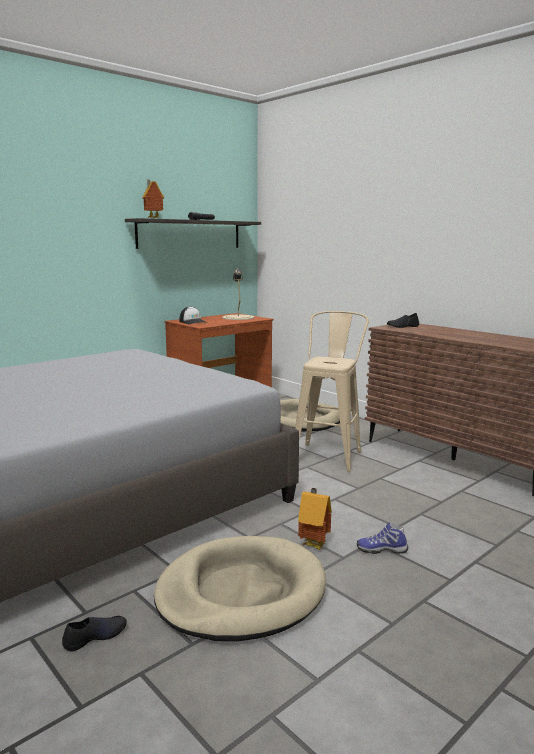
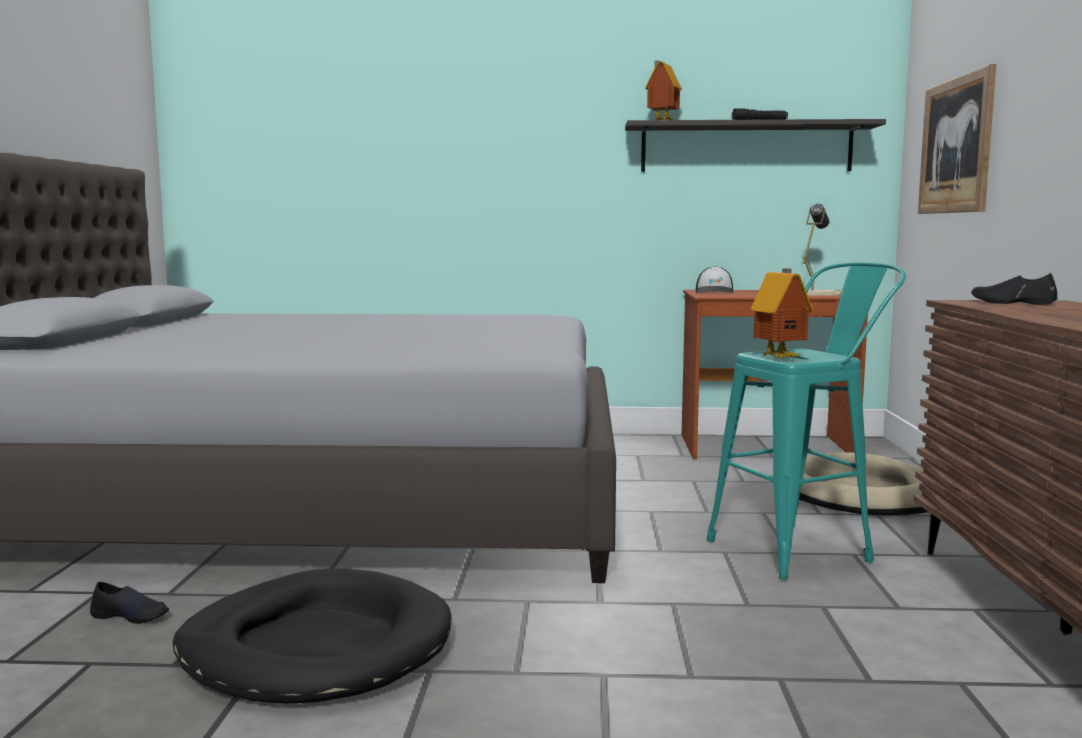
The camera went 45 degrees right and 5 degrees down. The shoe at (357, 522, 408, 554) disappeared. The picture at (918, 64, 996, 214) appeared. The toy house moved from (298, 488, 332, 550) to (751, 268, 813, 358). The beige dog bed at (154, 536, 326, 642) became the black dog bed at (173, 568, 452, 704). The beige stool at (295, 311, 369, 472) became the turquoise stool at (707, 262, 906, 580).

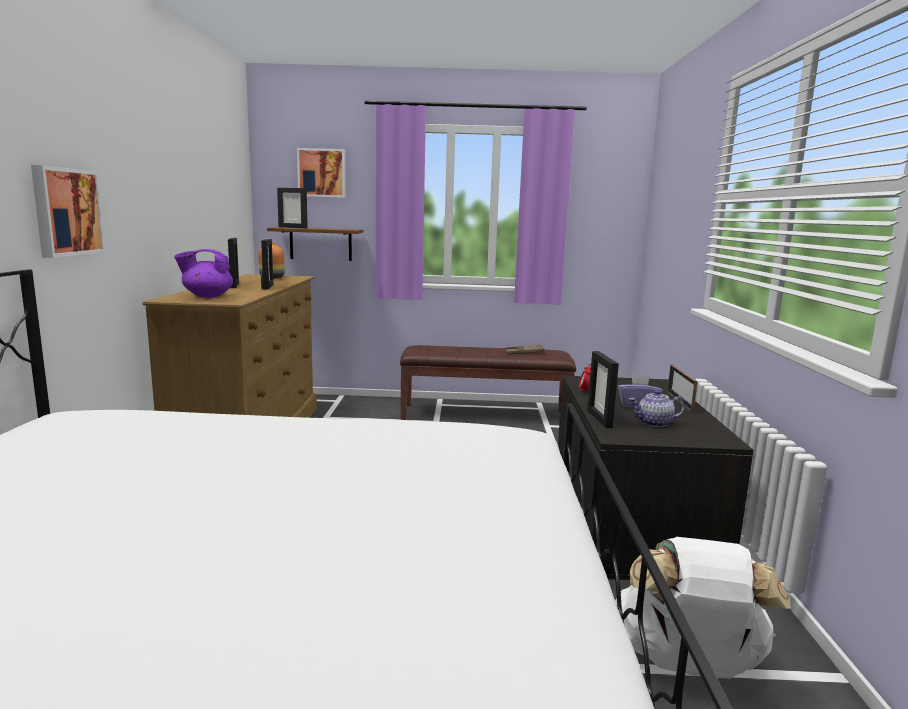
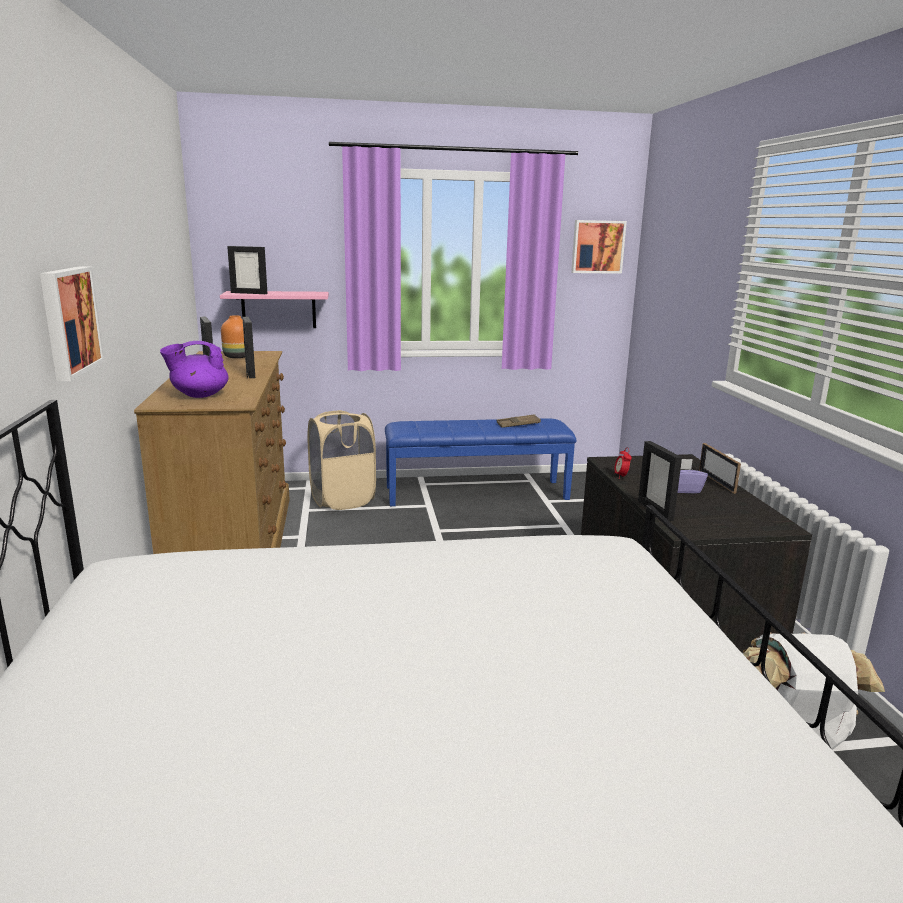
The camera went 10 degrees left and 5 degrees up. The teapot at (629, 390, 685, 427) disappeared. The beige laundry basket at (308, 410, 376, 510) appeared. The picture moved from (297, 148, 346, 198) to (571, 220, 627, 274). The brown shelf at (267, 227, 363, 261) became the pink shelf at (220, 291, 329, 328). The brown bench at (400, 345, 576, 420) became the blue bench at (385, 418, 576, 506).

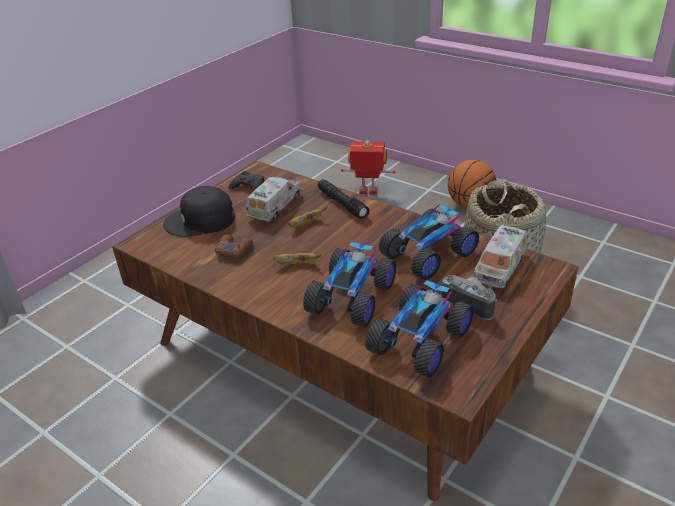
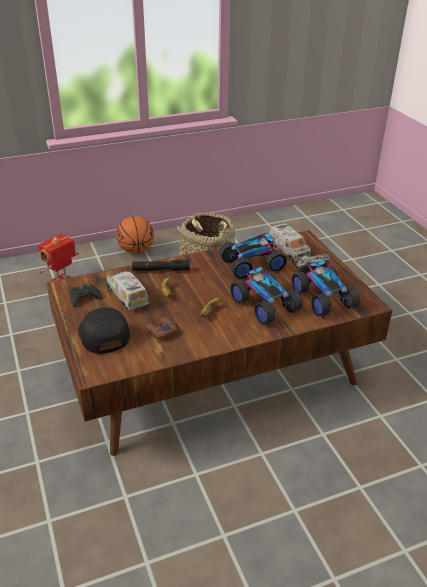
The camera went 60 degrees left and 0 degrees up. The black cap at (163, 186, 235, 237) turned 135 degrees clockwise. The toy car at (379, 204, 479, 280) turned 75 degrees clockwise.

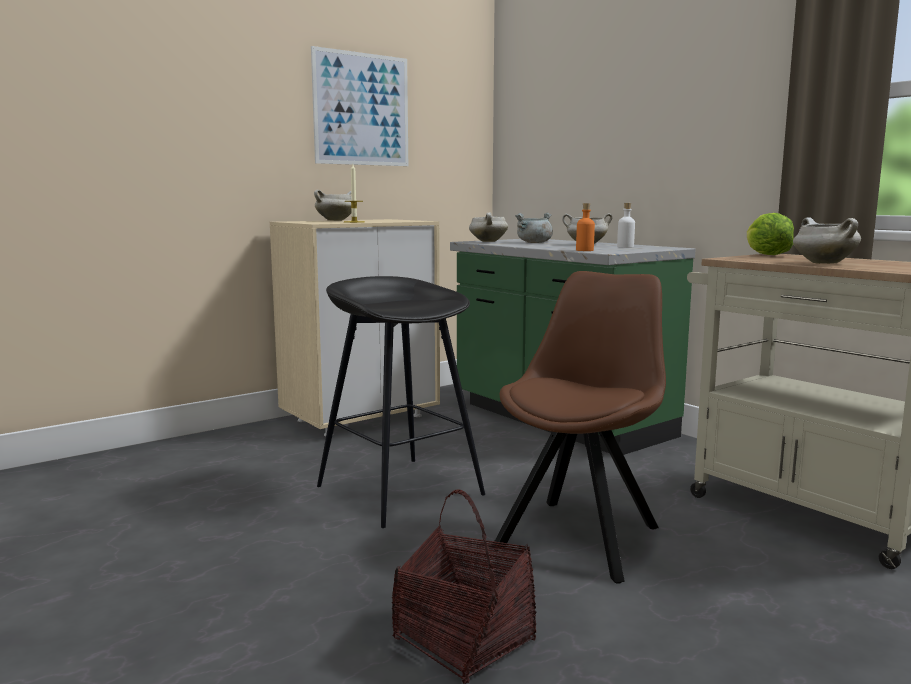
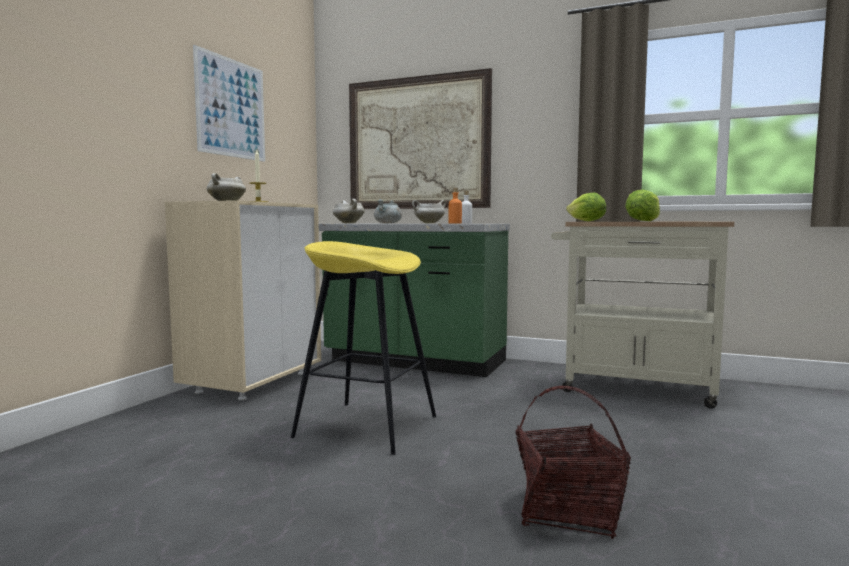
The camera went 30 degrees left and 5 degrees down. The brown chair at (493, 271, 666, 584) disappeared. The picture at (349, 68, 492, 209) appeared. The white cooking pot at (793, 217, 861, 264) was replaced by the lettuce at (625, 189, 660, 221). The black stool at (317, 276, 485, 528) became the yellow stool at (291, 241, 436, 455).

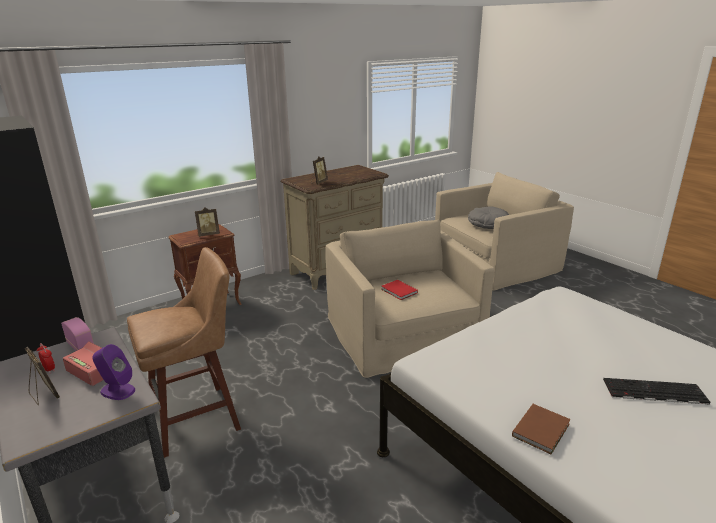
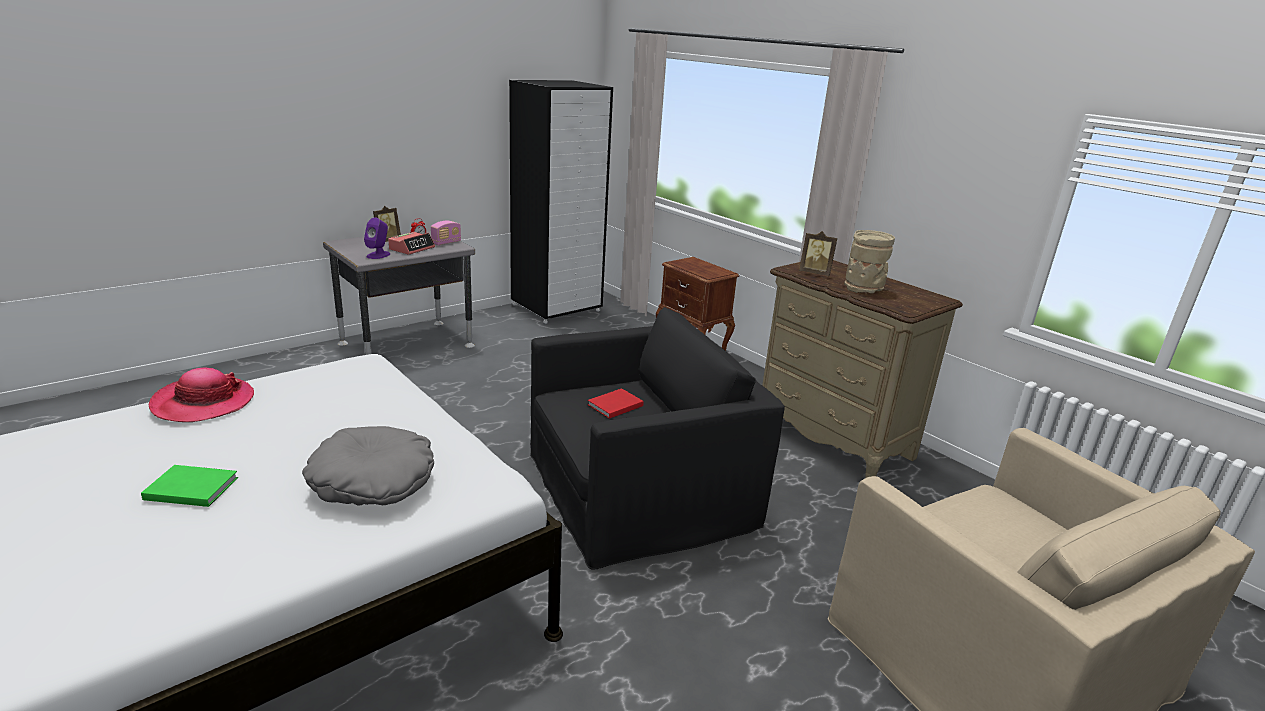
The camera went 85 degrees right and 0 degrees up. The brown stool at (127, 247, 241, 458) disappeared. The picture frame at (195, 207, 220, 237) disappeared. The beige vase at (844, 230, 895, 294) appeared. The grey pillow moved from (468, 206, 509, 229) to (302, 426, 434, 505). The brown book at (512, 404, 571, 454) was replaced by the hat at (148, 367, 254, 422). The keyboard at (603, 378, 710, 404) was replaced by the green book at (141, 465, 238, 507). The beige armchair at (325, 220, 495, 378) became the black armchair at (530, 307, 785, 569).

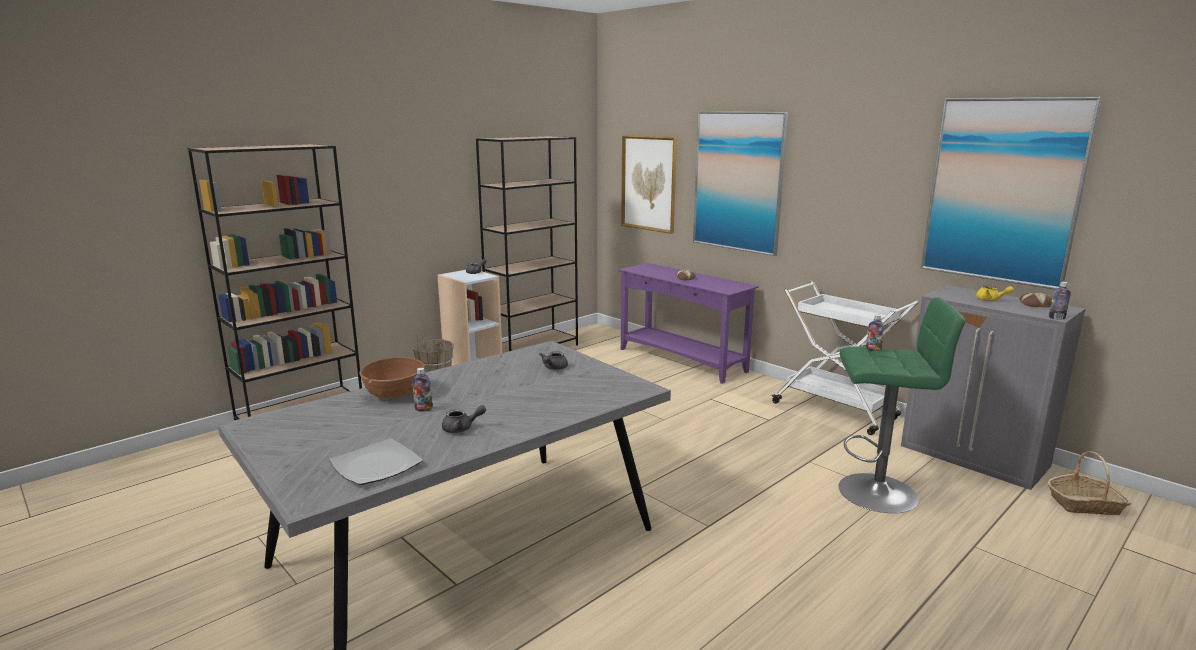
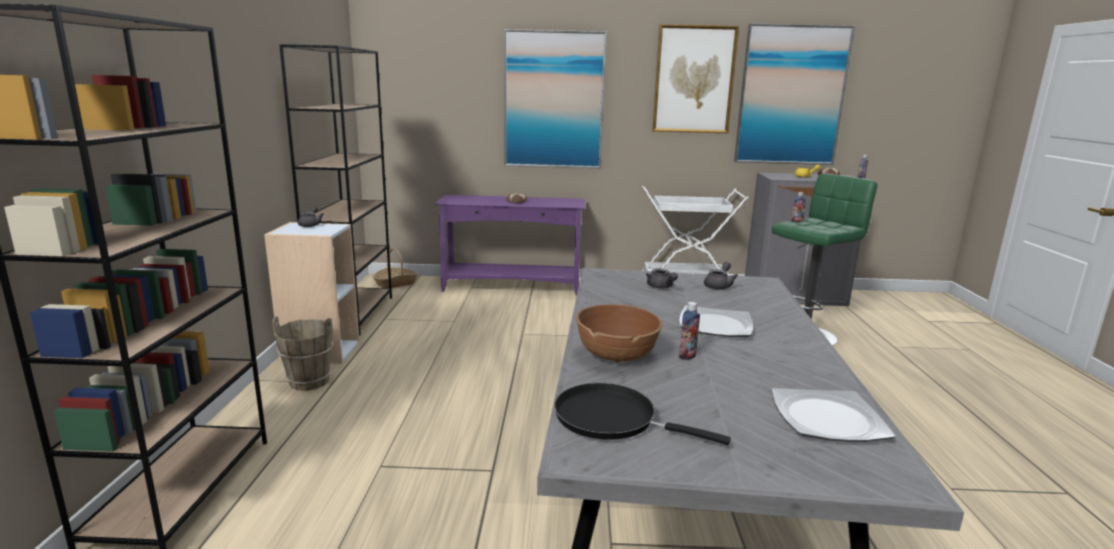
The camera went 45 degrees left and 0 degrees up. The black frying pan at (554, 383, 731, 445) appeared. The plate at (679, 305, 753, 337) appeared. The grey teapot moved from (442, 405, 486, 433) to (704, 262, 738, 289). The picture moved from (621, 135, 677, 234) to (652, 24, 739, 133). The basket moved from (1048, 451, 1131, 515) to (372, 249, 418, 288).

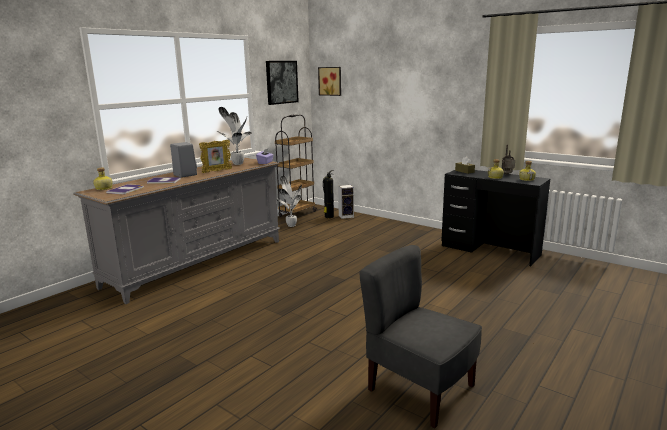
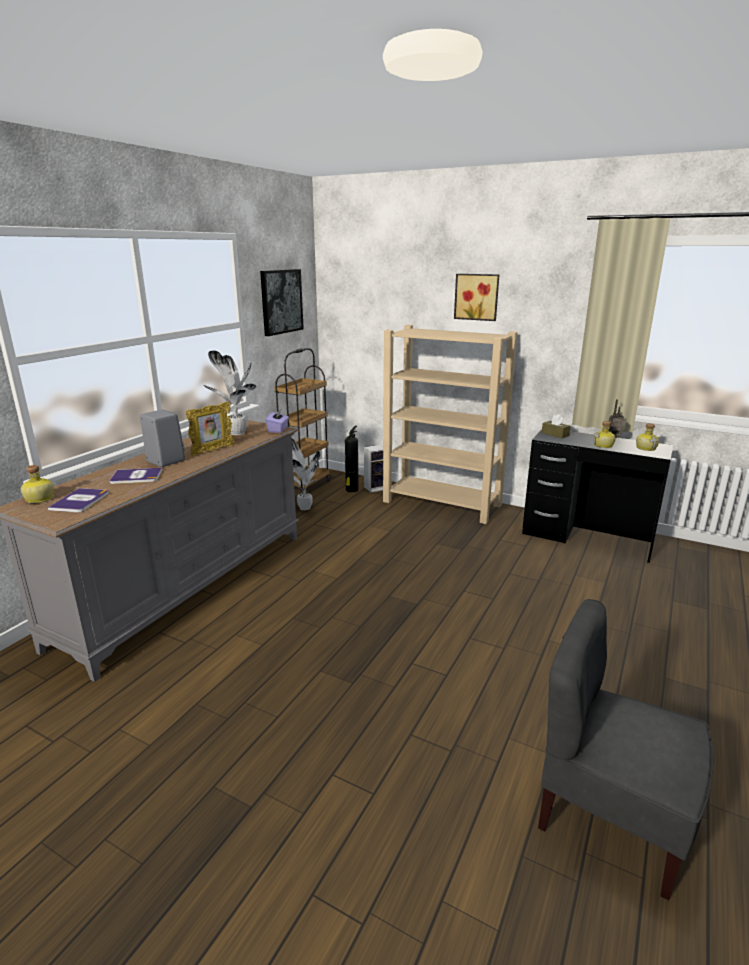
The camera went 10 degrees left and 5 degrees up. The beige bookcase at (383, 325, 517, 524) appeared. The picture moved from (318, 67, 341, 96) to (454, 274, 499, 321).

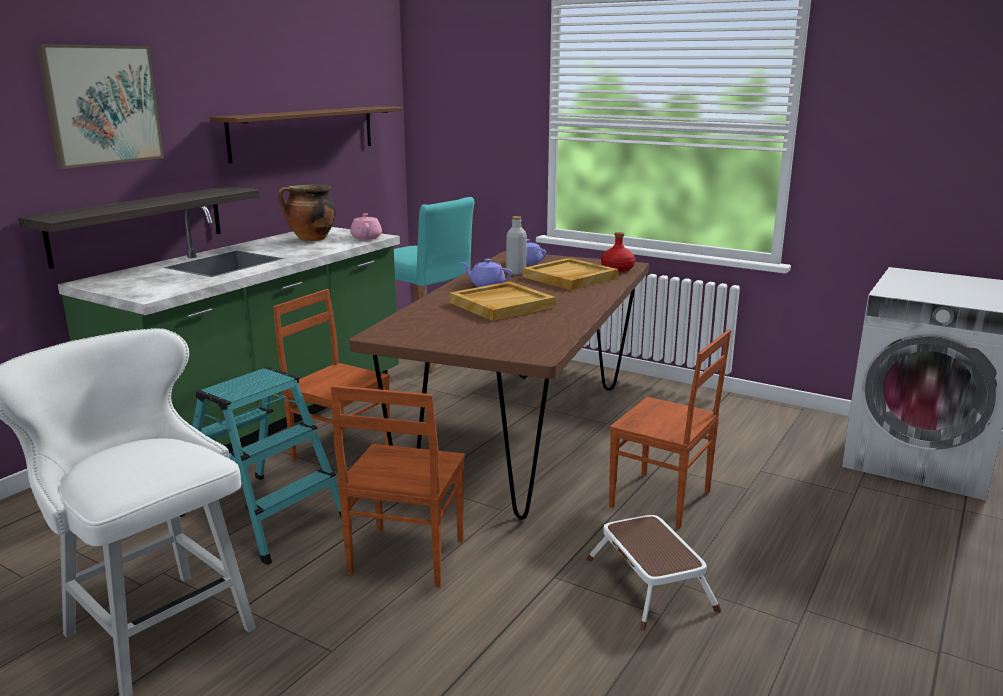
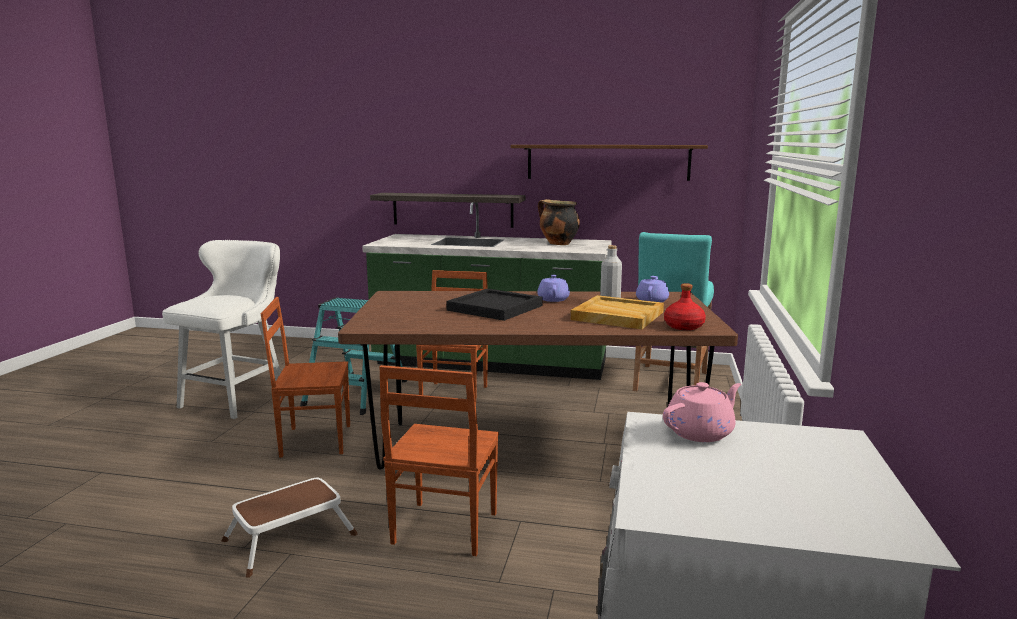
The camera went 70 degrees right and 5 degrees down. The picture at (36, 44, 164, 169) disappeared. The pink teapot moved from (350, 213, 382, 240) to (663, 382, 741, 442). The beige tray at (449, 281, 556, 321) became the black tray at (446, 288, 543, 321).

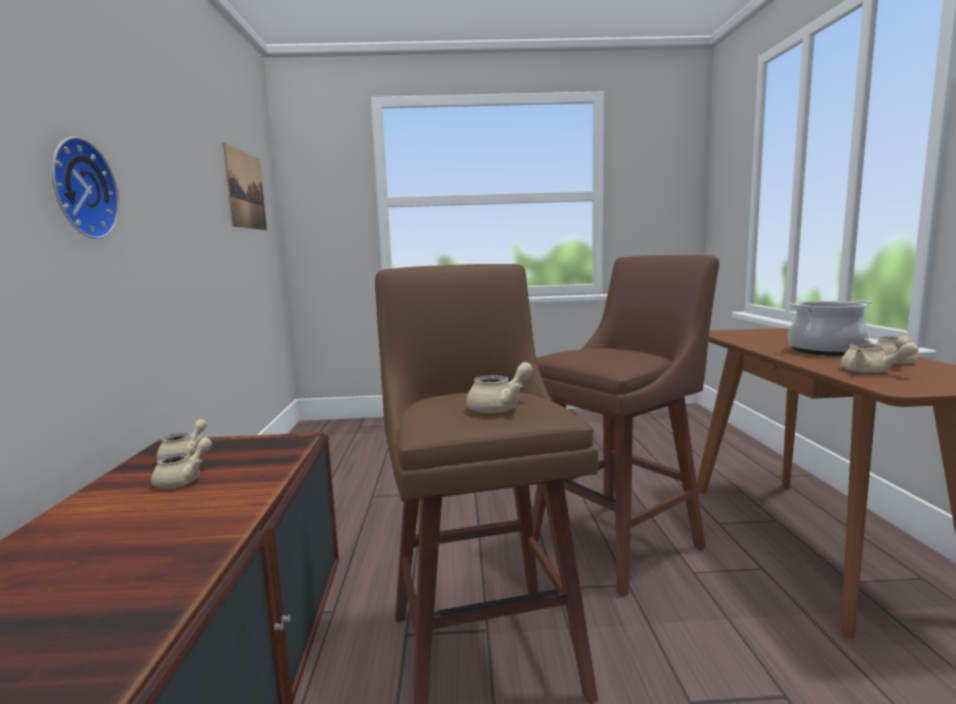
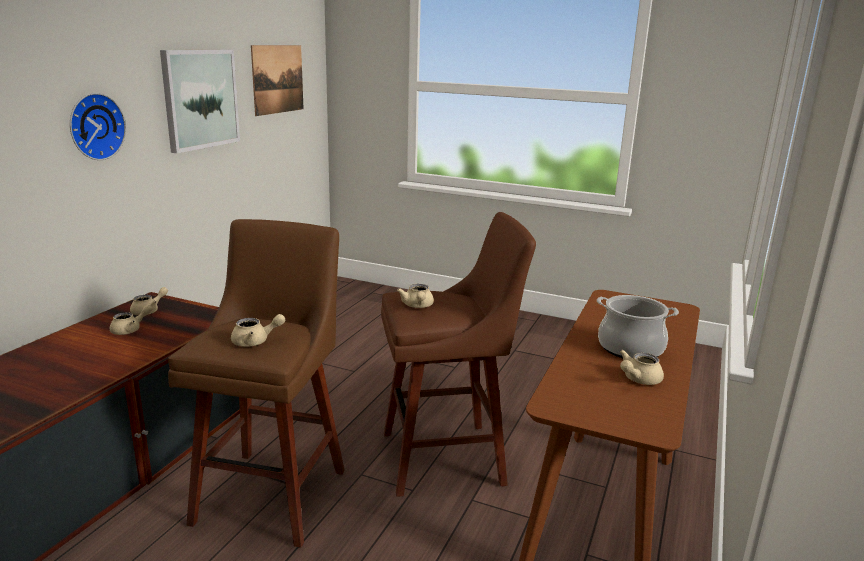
The camera went 25 degrees right and 10 degrees up. The picture at (160, 49, 240, 153) appeared. The beige teapot moved from (840, 342, 919, 373) to (397, 284, 434, 308).

